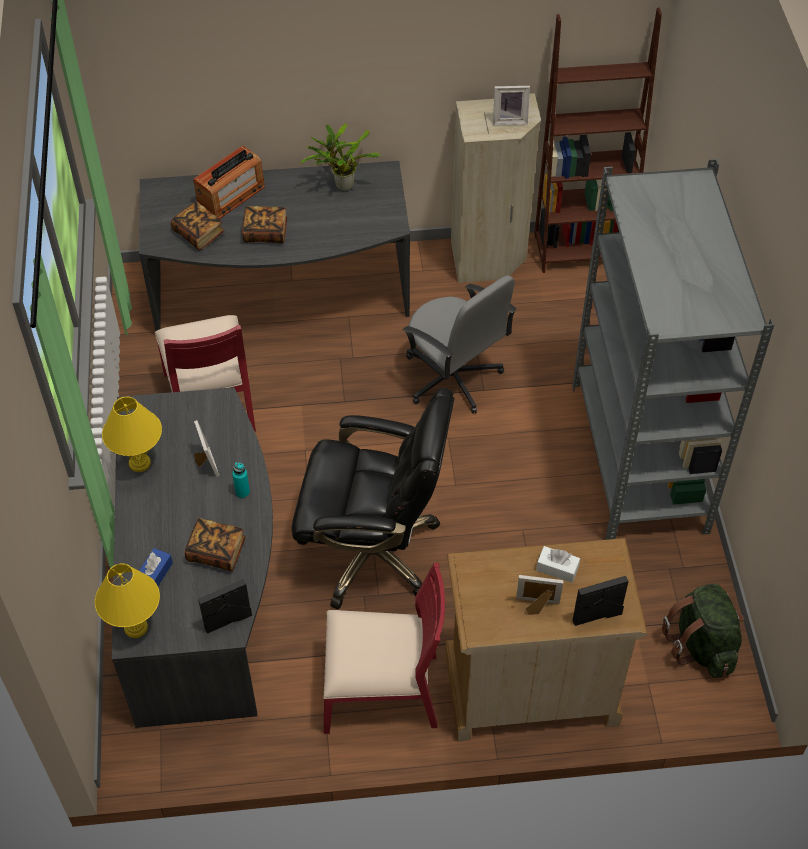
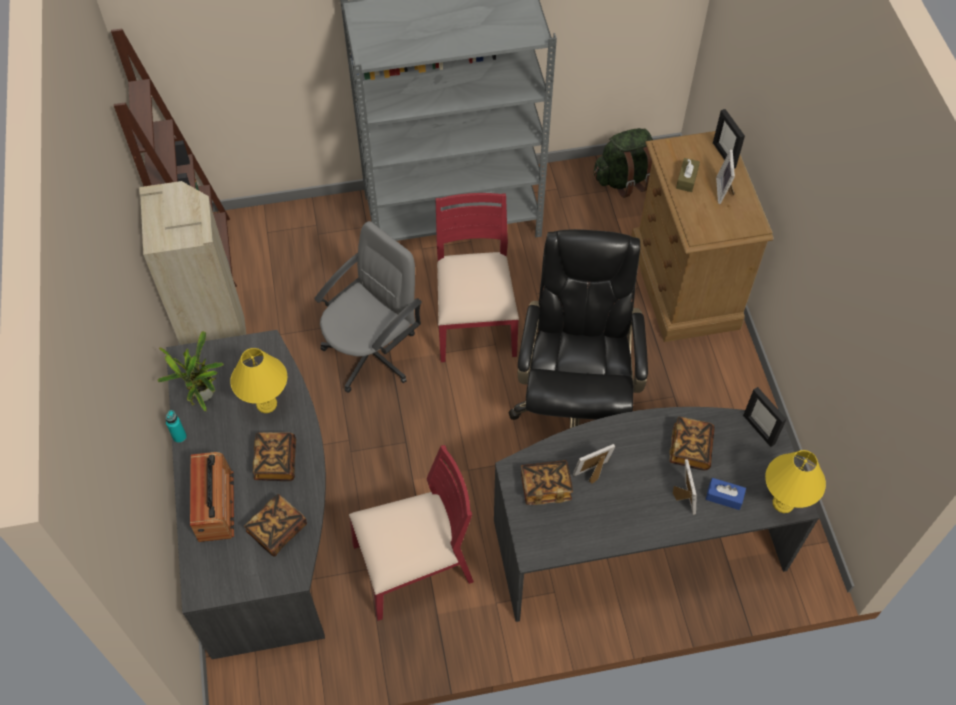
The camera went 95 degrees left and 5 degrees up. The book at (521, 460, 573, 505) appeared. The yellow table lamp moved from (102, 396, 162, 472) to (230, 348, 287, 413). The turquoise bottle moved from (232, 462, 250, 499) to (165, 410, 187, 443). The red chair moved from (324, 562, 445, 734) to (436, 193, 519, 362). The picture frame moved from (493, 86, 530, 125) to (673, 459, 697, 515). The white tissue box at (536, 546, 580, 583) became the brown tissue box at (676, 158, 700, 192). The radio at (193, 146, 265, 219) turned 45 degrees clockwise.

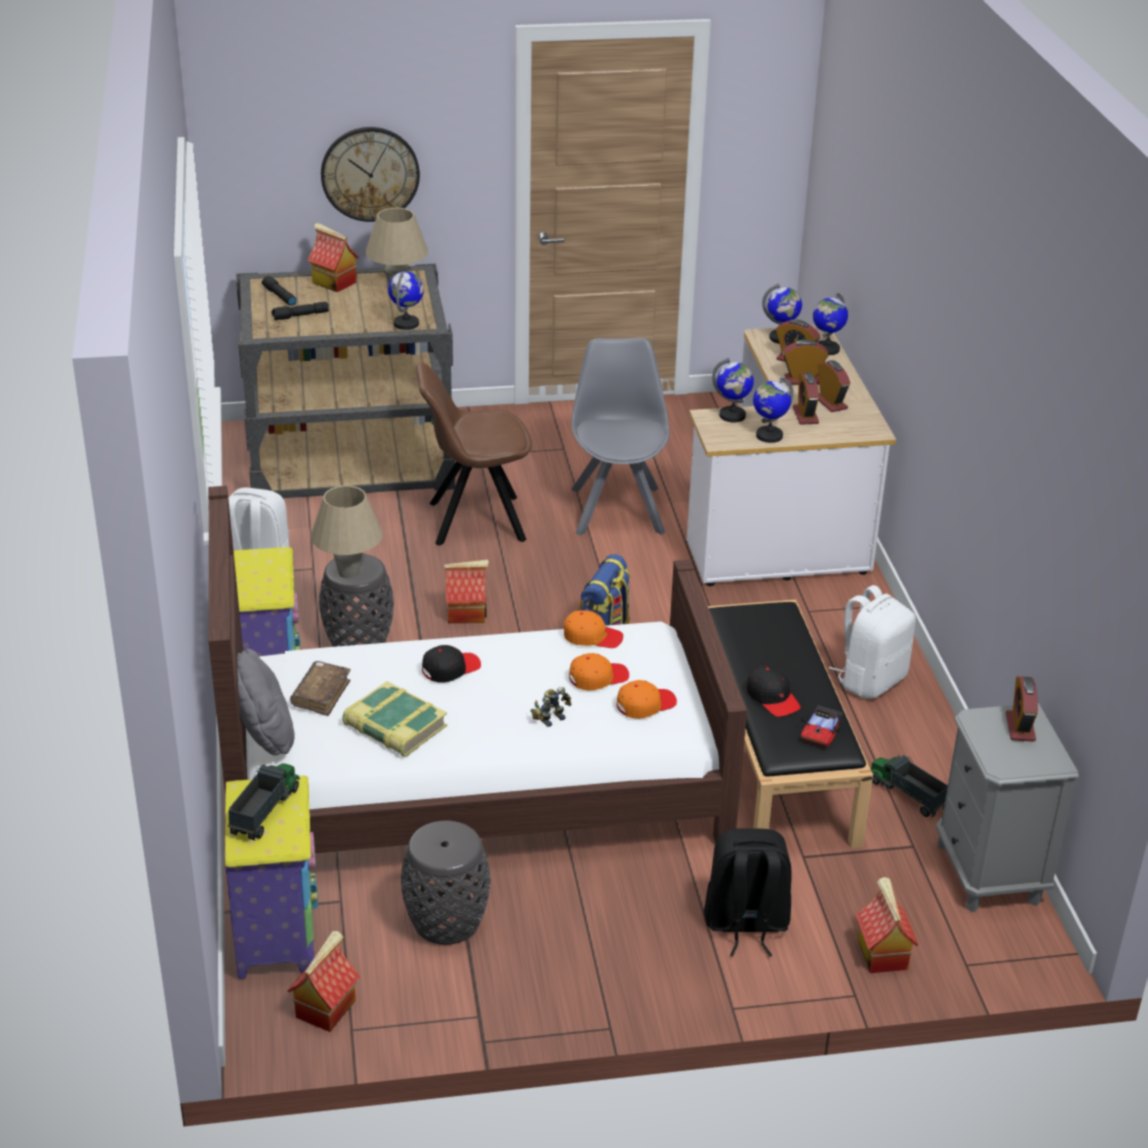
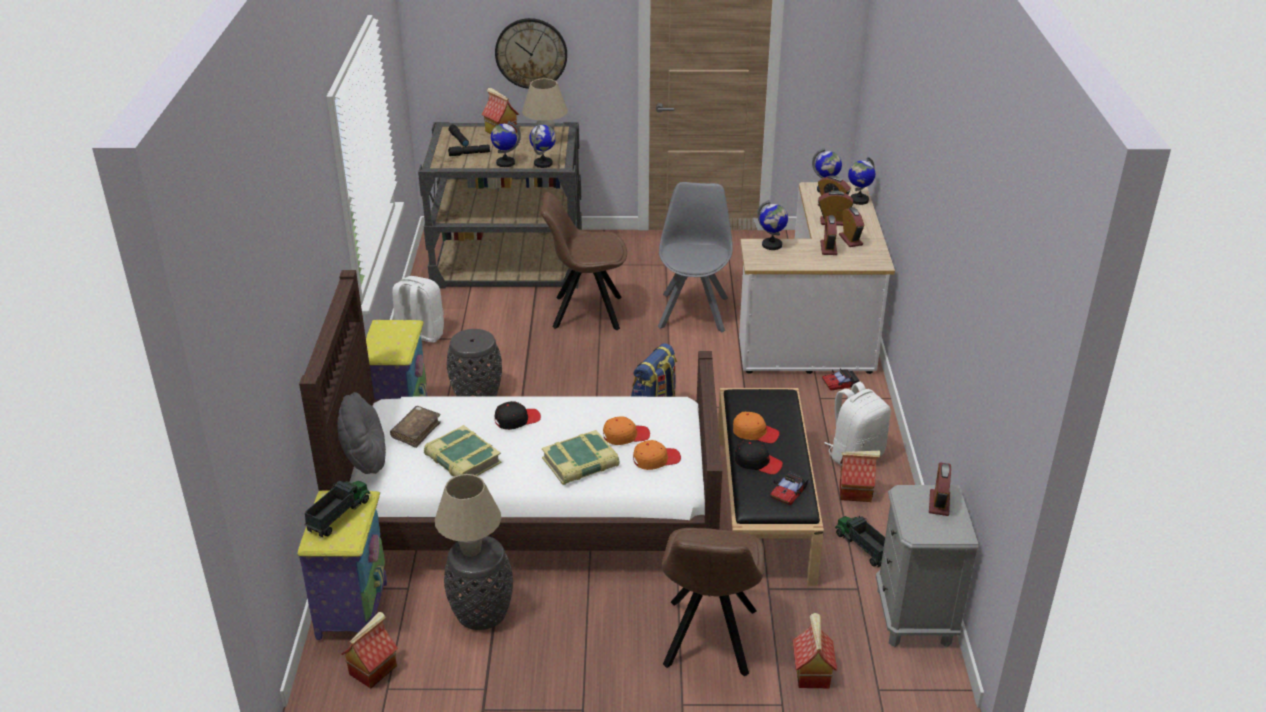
The camera went 10 degrees right and 0 degrees up. The toy car at (822, 369, 859, 391) appeared. The beige table lamp moved from (311, 485, 383, 579) to (435, 474, 501, 557). The toy house moved from (444, 560, 489, 623) to (840, 451, 880, 502). The orange cap moved from (564, 610, 623, 648) to (733, 412, 780, 443). The globe moved from (753, 377, 794, 443) to (491, 121, 521, 167). The toy robot at (531, 687, 571, 727) was replaced by the book at (542, 430, 619, 485). The black backpack at (704, 829, 792, 957) was replaced by the brown chair at (662, 528, 764, 676). The black cap at (747, 665, 801, 717) turned 45 degrees counterclockwise.

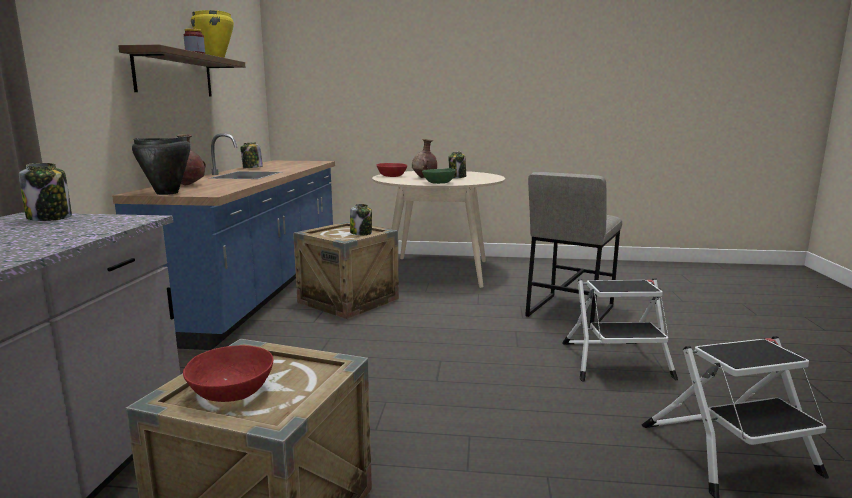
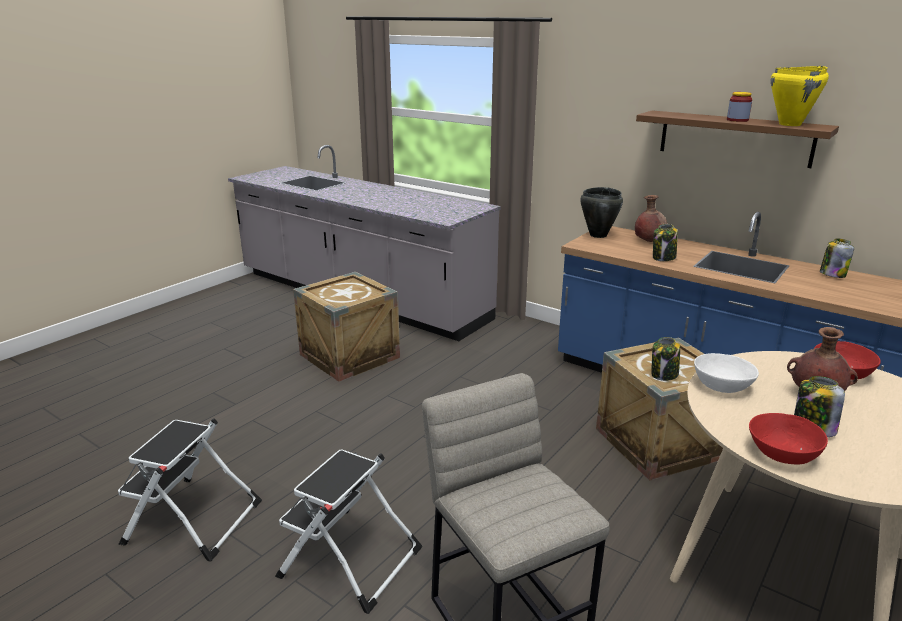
The camera went 120 degrees right and 10 degrees up. The jar moved from (19, 163, 72, 221) to (653, 224, 678, 261). The red bowl moved from (183, 345, 273, 402) to (749, 413, 828, 464). The green bowl at (422, 168, 456, 184) became the white bowl at (694, 353, 759, 393).

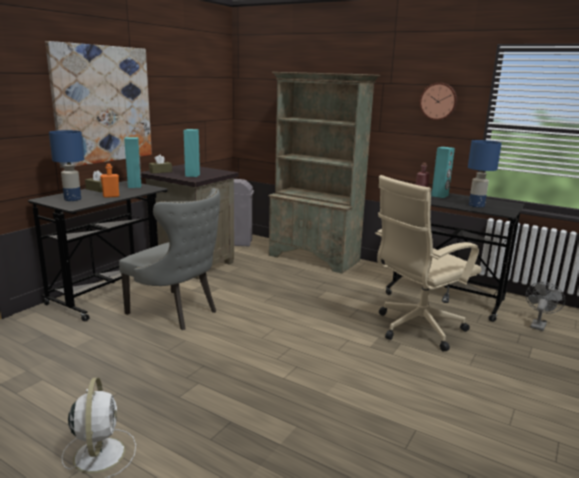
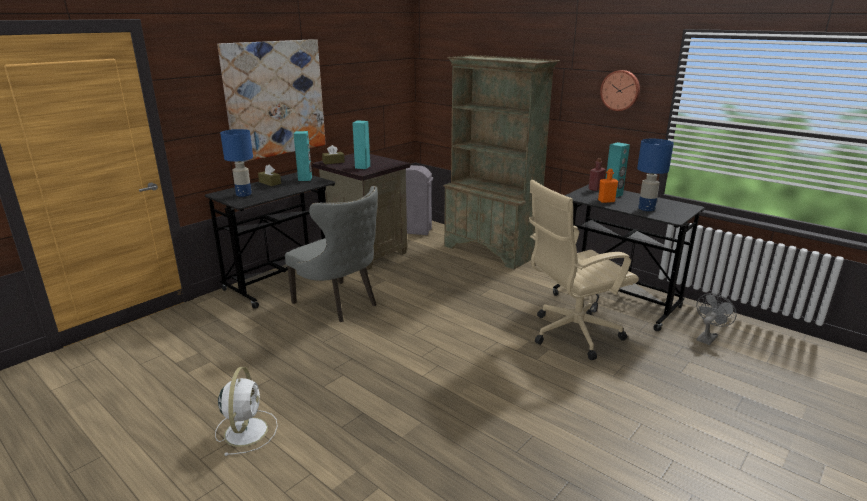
The camera went 10 degrees right and 5 degrees up. The orange bottle moved from (100, 164, 119, 198) to (598, 169, 618, 203).

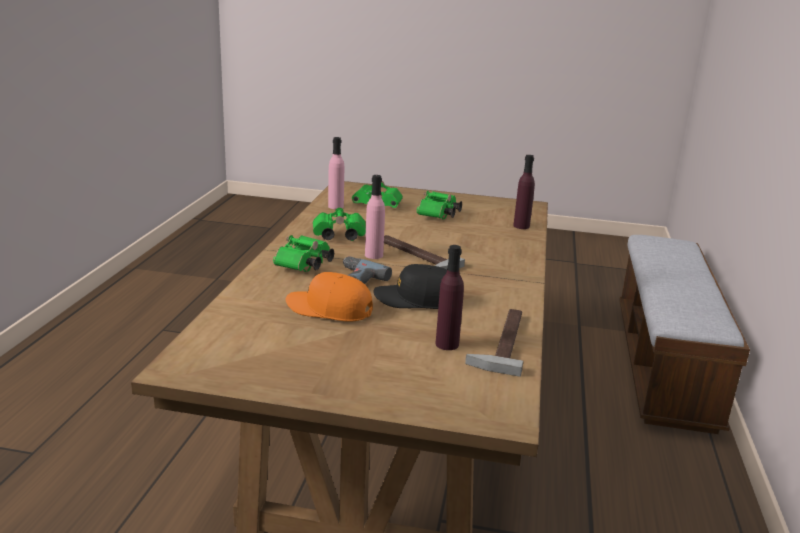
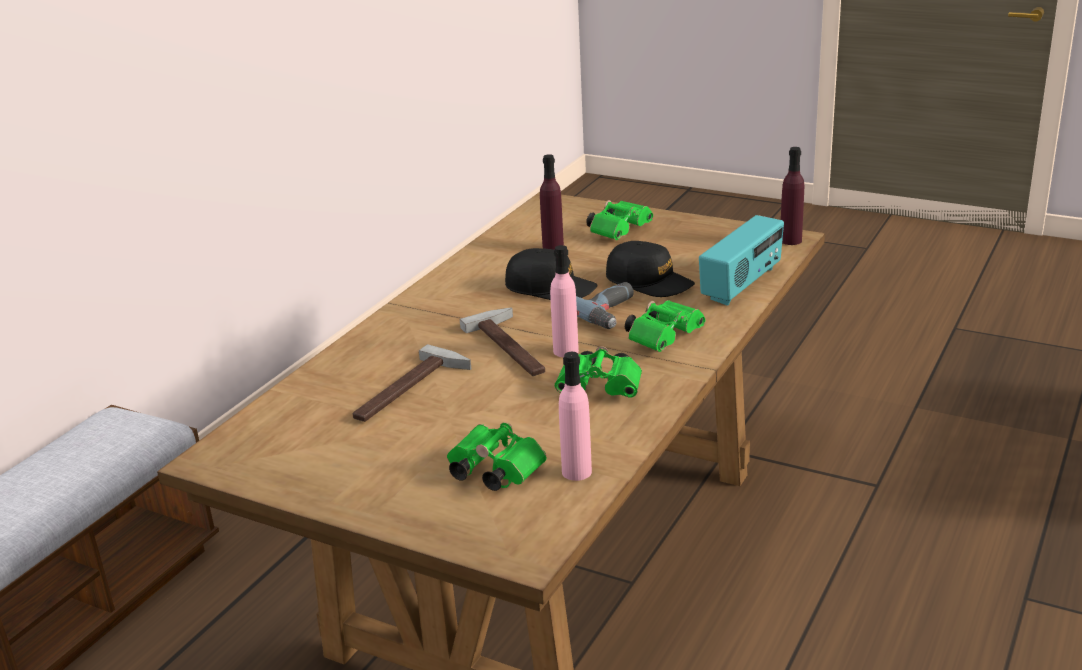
The camera went 160 degrees left and 5 degrees up. The radio at (699, 215, 784, 306) appeared. The green binoculars moved from (417, 190, 462, 220) to (586, 200, 653, 240). The hammer moved from (465, 309, 523, 377) to (352, 344, 471, 422). The purple bottle moved from (513, 155, 535, 229) to (781, 147, 804, 245). The orange cap at (286, 272, 373, 322) became the black cap at (606, 241, 695, 297).

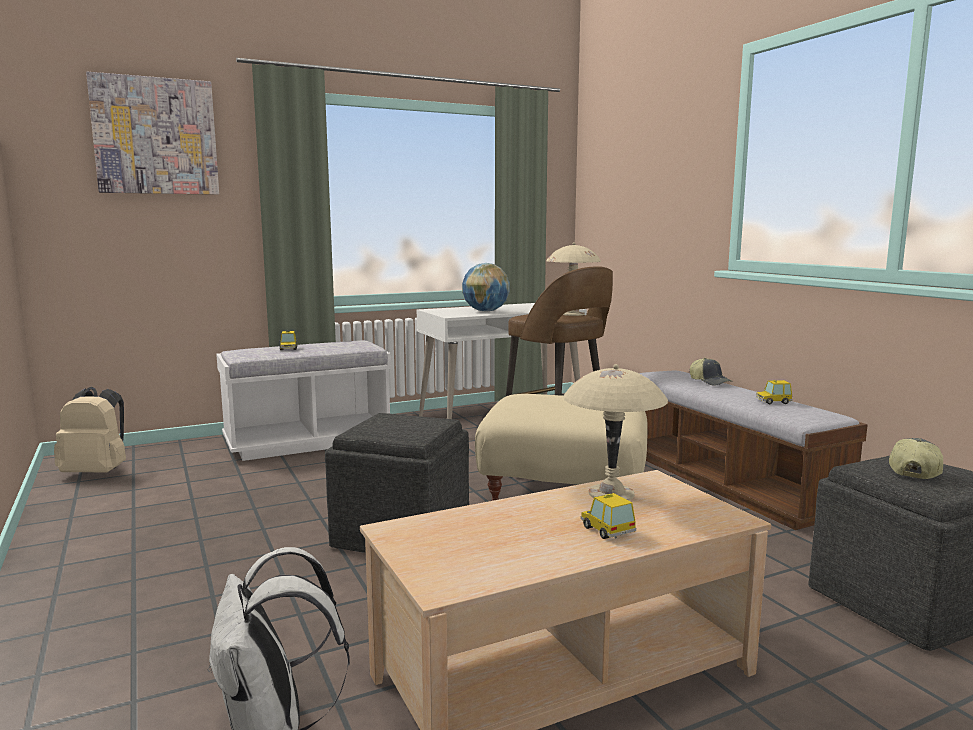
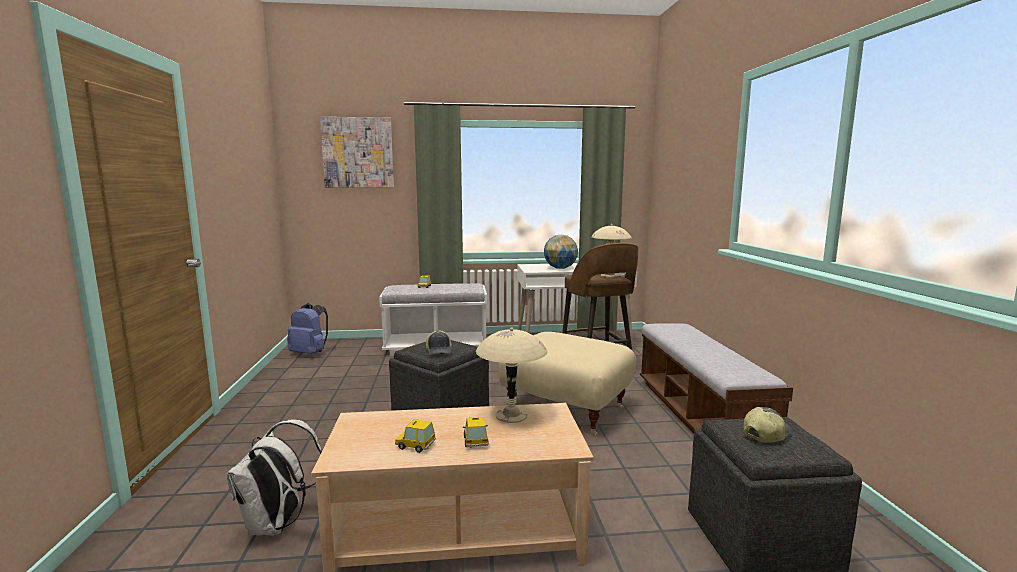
The camera went 20 degrees right and 0 degrees up. The cap moved from (690, 358, 733, 386) to (426, 330, 452, 355). The toy car moved from (756, 380, 793, 404) to (395, 419, 436, 453). The beige backpack at (54, 387, 126, 473) became the blue backpack at (287, 303, 328, 354).

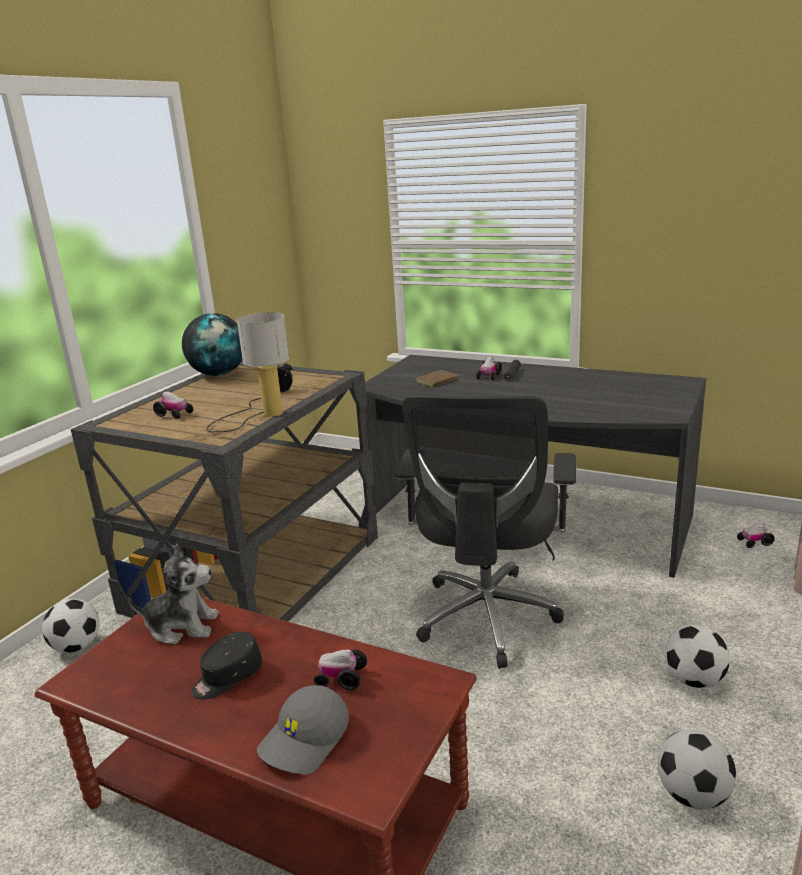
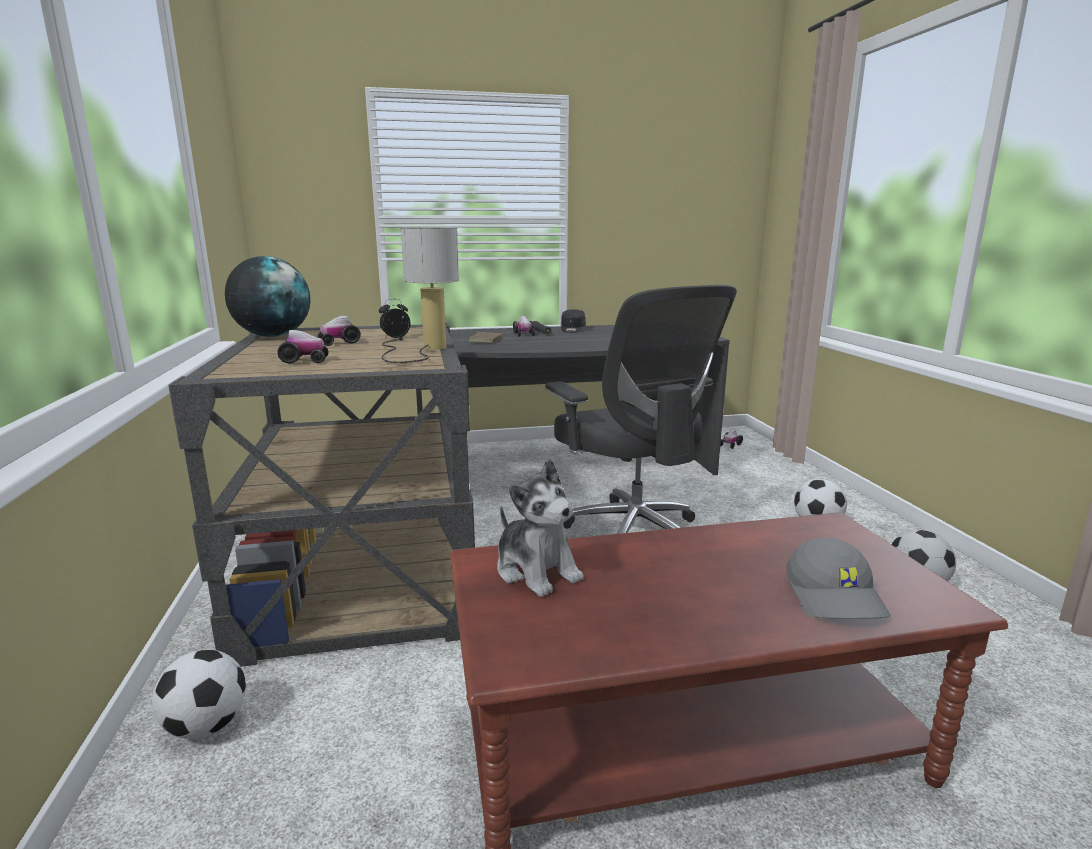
The camera went 40 degrees left and 5 degrees down. The black cap moved from (192, 631, 262, 699) to (561, 309, 585, 333). The toy car moved from (314, 649, 367, 690) to (318, 315, 361, 346). The plush toy at (128, 544, 219, 644) turned 90 degrees clockwise.

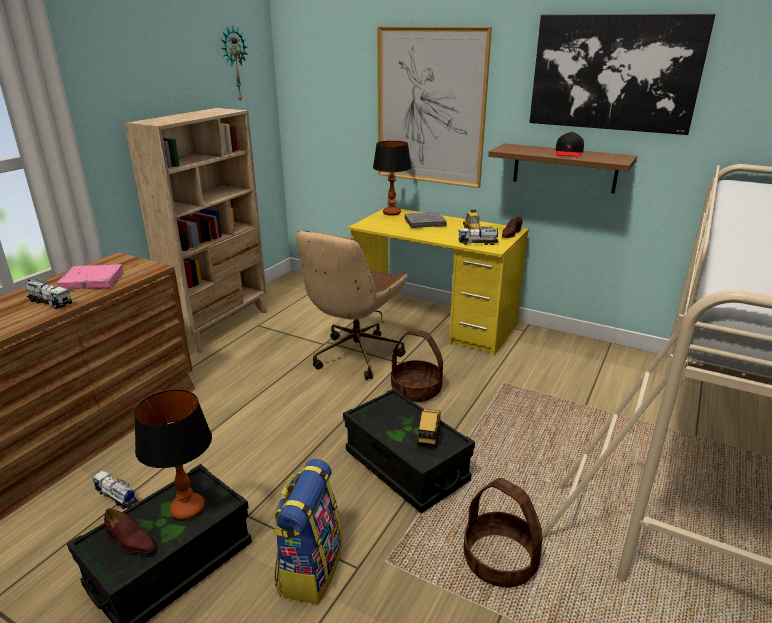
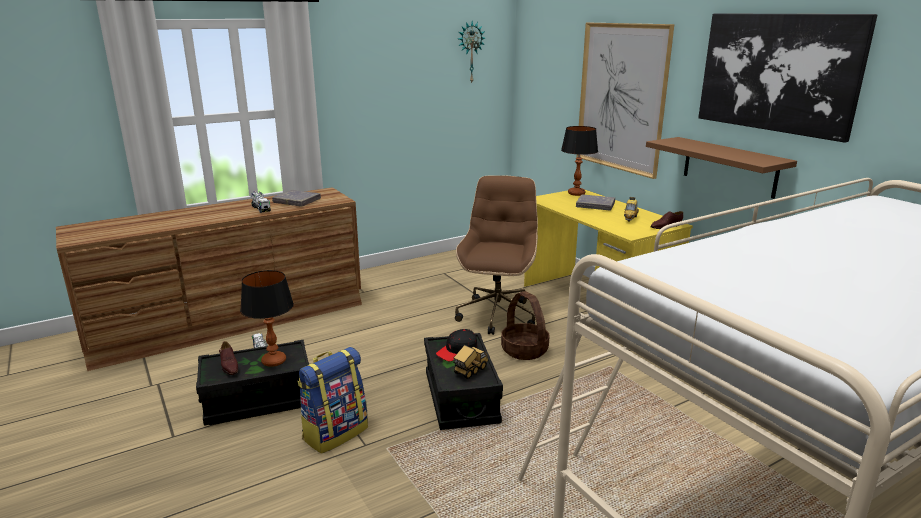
The camera went 30 degrees right and 5 degrees down. The beige bookcase at (125, 108, 267, 353) disappeared. The toy truck at (459, 227, 499, 245) disappeared. The basket at (464, 478, 543, 587) disappeared. The black cap moved from (555, 132, 584, 158) to (436, 329, 477, 362). The pink book at (57, 264, 123, 289) became the grey book at (272, 190, 321, 207). The brown office chair at (296, 231, 408, 380) turned 135 degrees clockwise.

